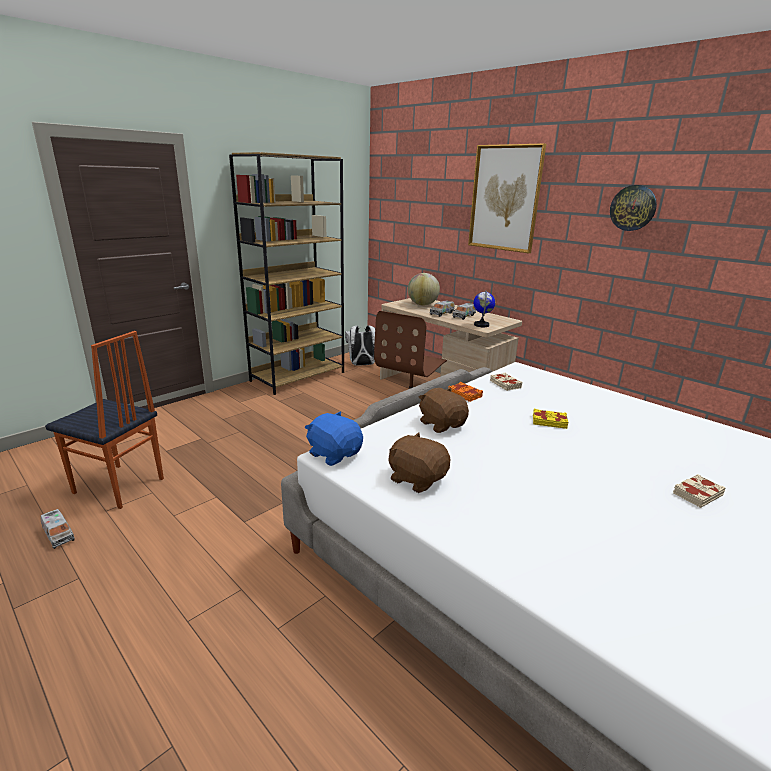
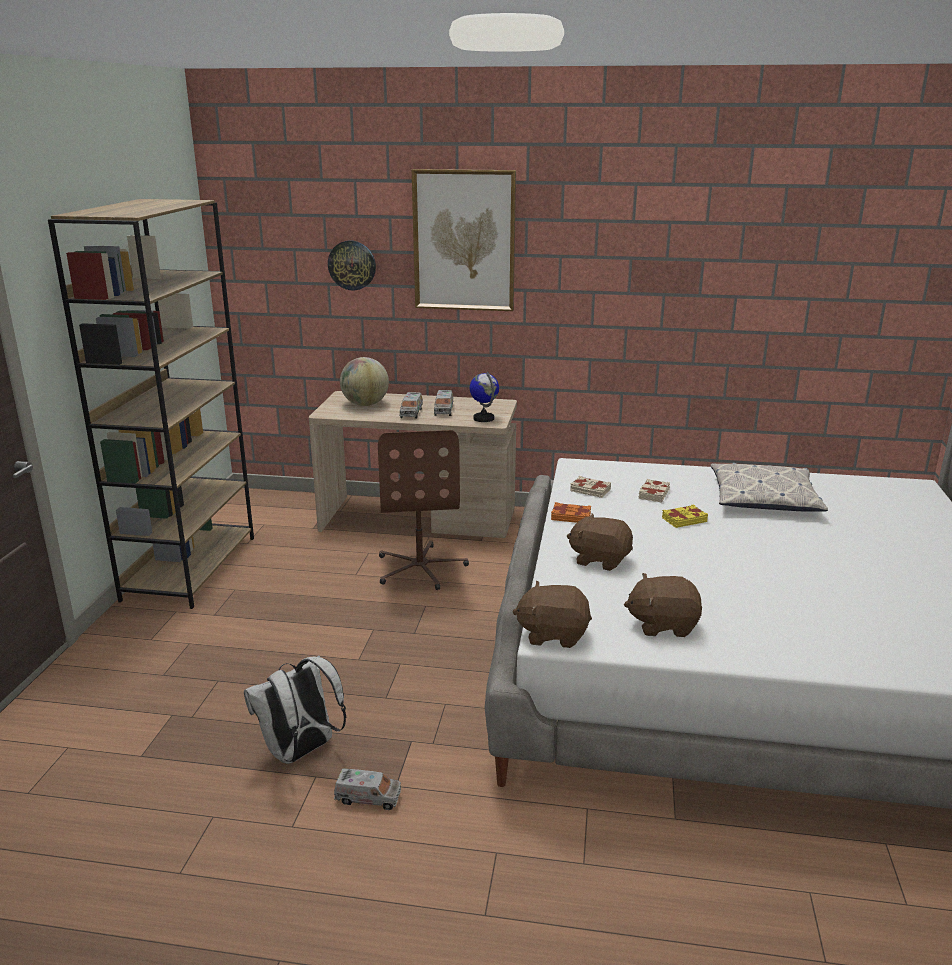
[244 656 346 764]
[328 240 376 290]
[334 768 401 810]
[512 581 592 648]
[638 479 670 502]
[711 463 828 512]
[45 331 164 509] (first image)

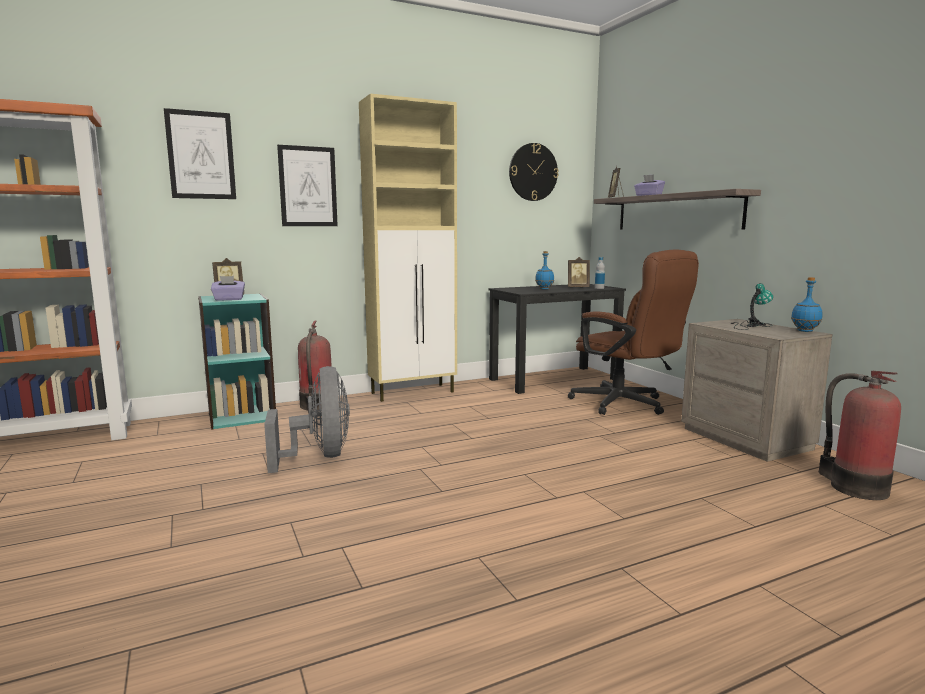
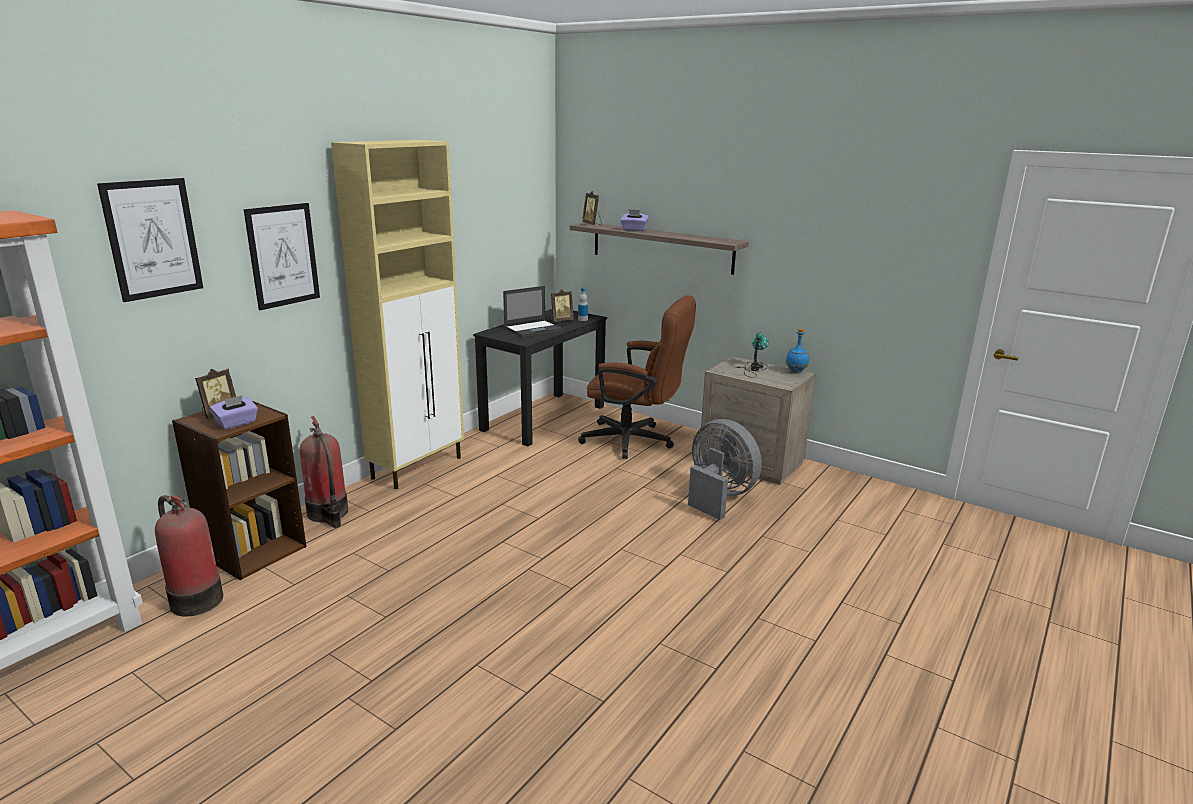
[155 495 223 617]
[172 400 306 580]
[503 286 563 337]
[688 419 762 520]
[509 143 558 201] (first image)

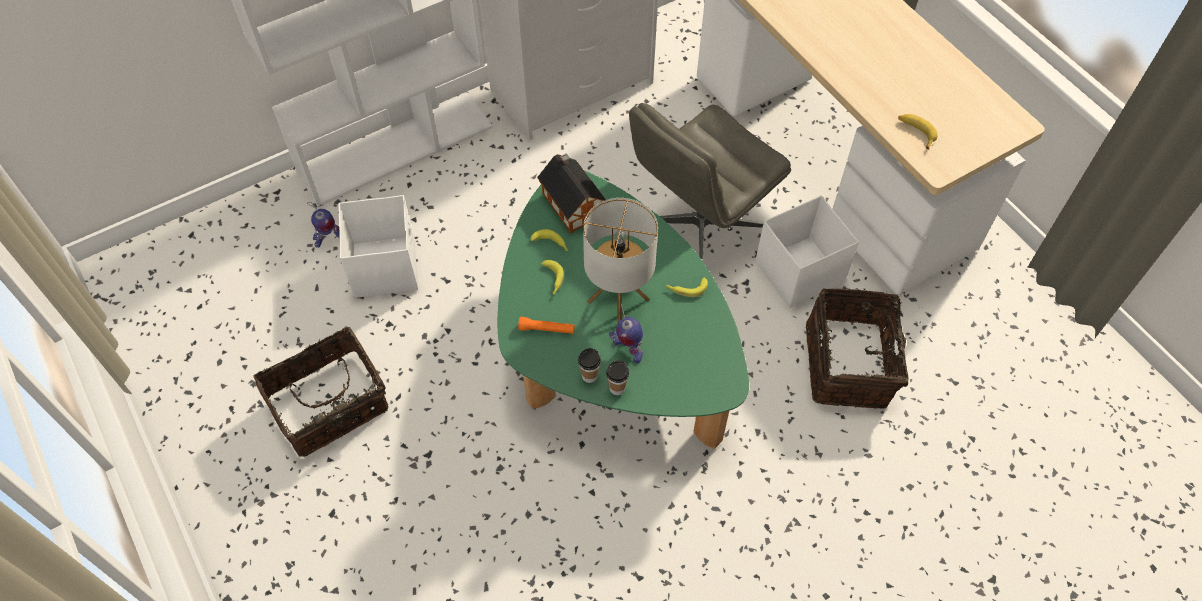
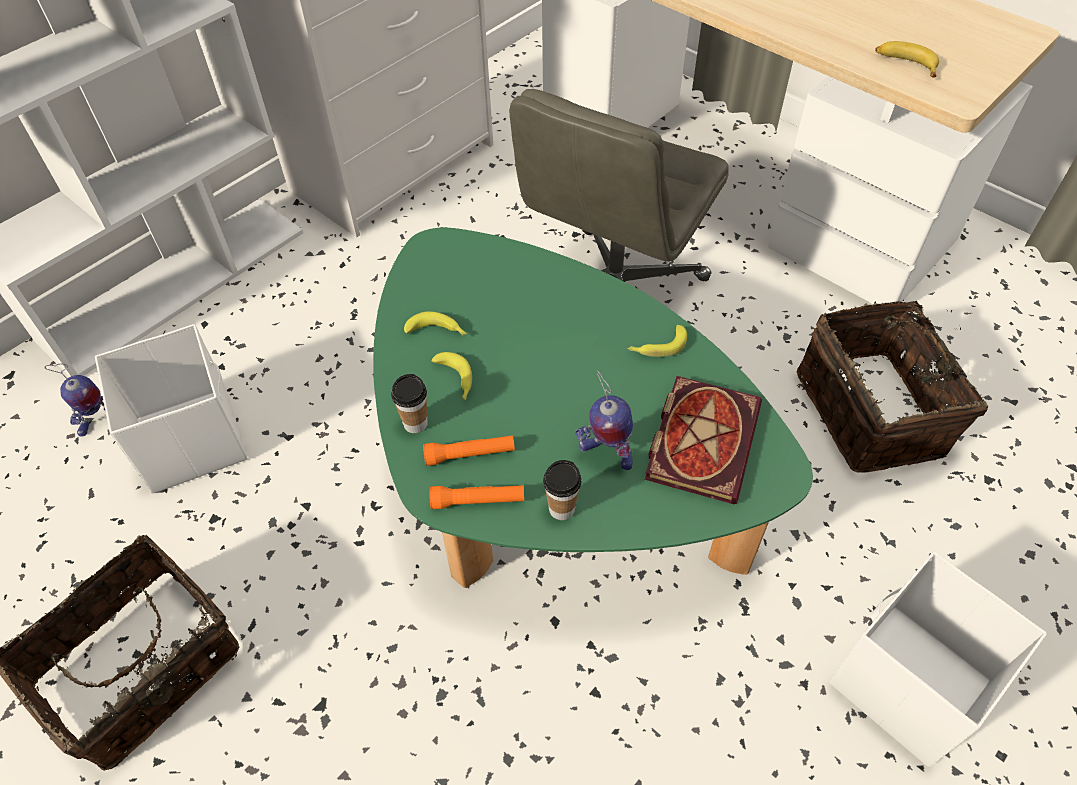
[391 374 428 433]
[430 485 524 509]
[645 376 762 504]
[829 551 1047 767]
[537 153 606 233] (first image)
[583 198 658 322] (first image)

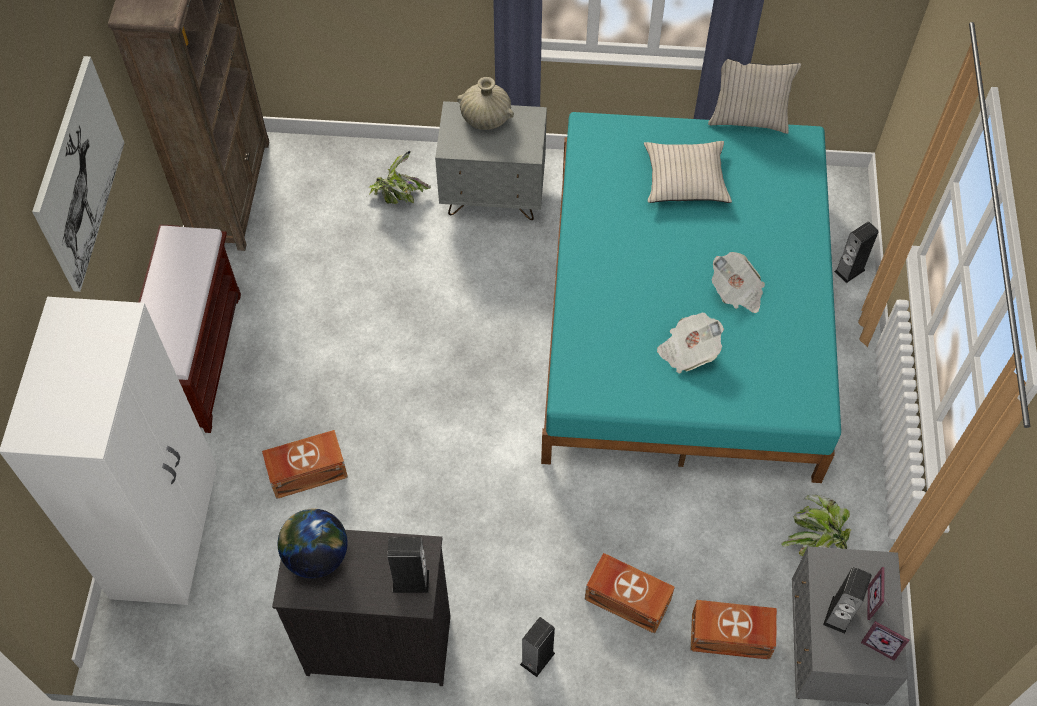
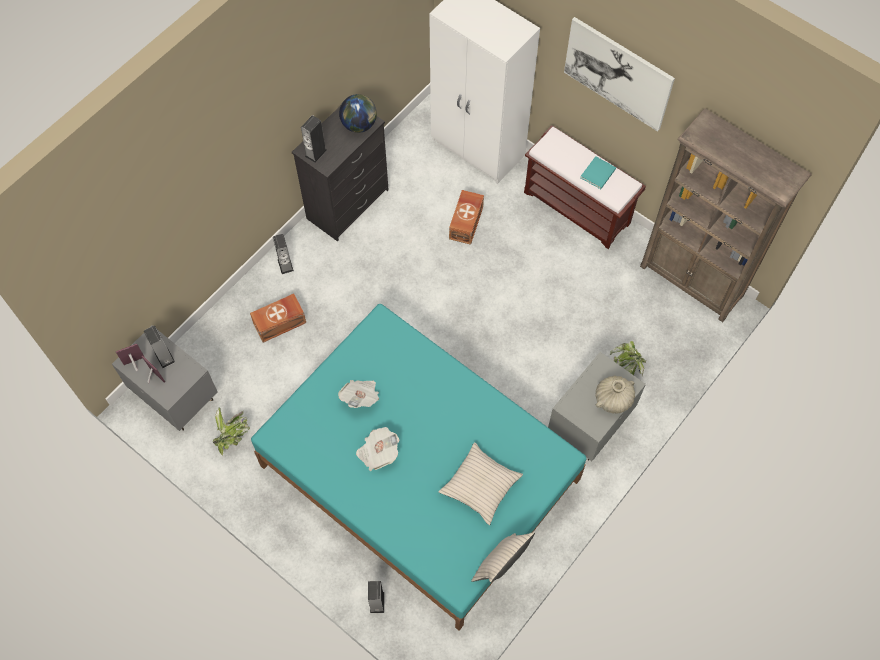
[581 156 616 189]
[690 600 777 660] (first image)

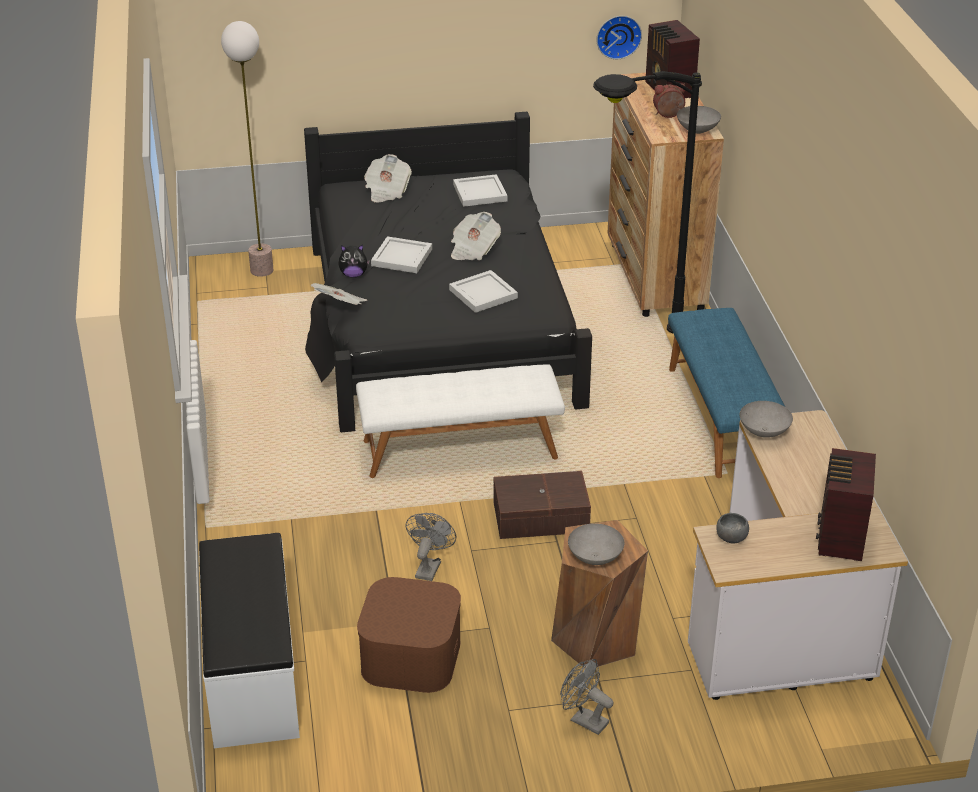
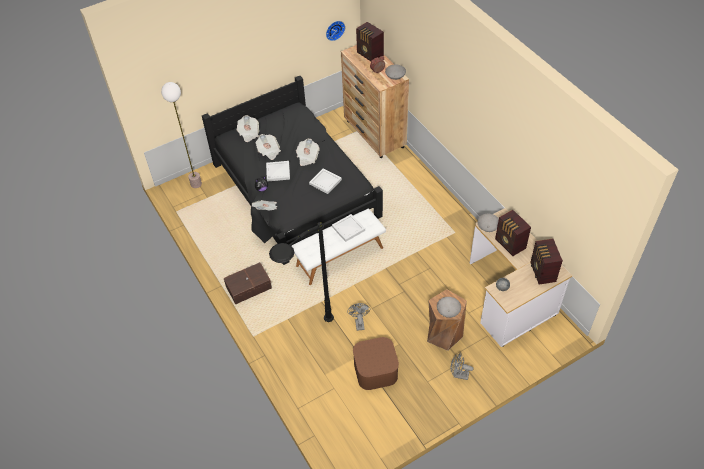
[224 262 272 305]
[256 134 281 160]
[269 222 334 322]
[332 214 365 242]
[495 210 531 256]
[199 533 300 748] (first image)
[668 308 785 478] (first image)

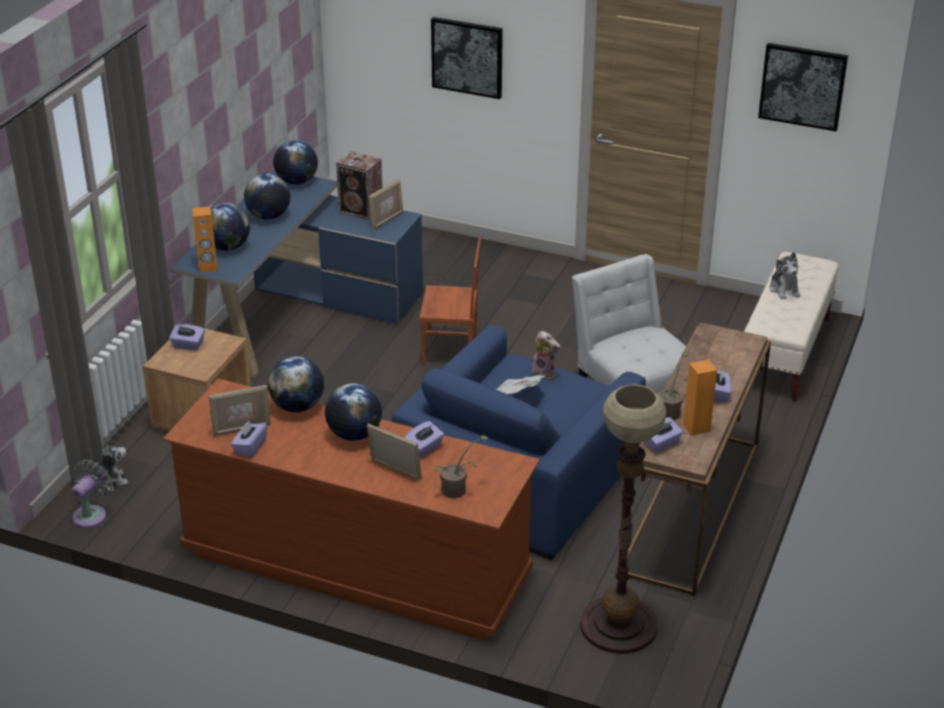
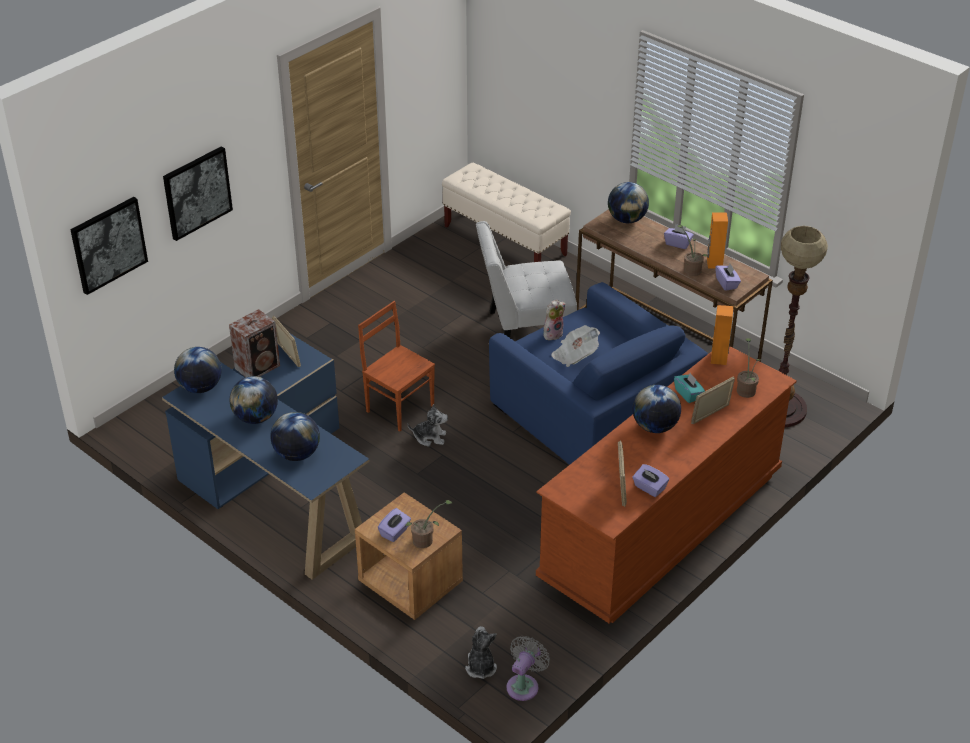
[70 197 148 295]
[358 301 435 431]
[405 500 453 548]
[407 404 448 446]
[506 636 550 701]
[608 182 649 223]
[674 373 705 403]
[711 305 733 365]

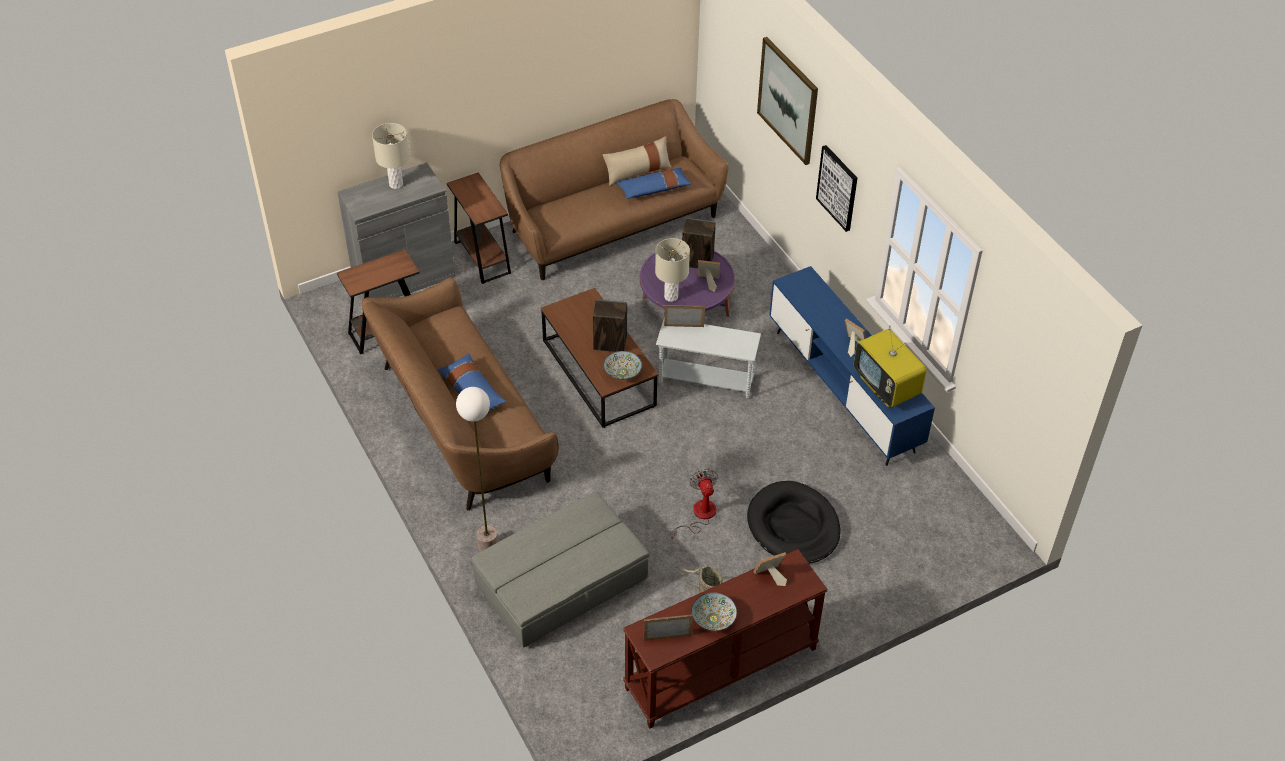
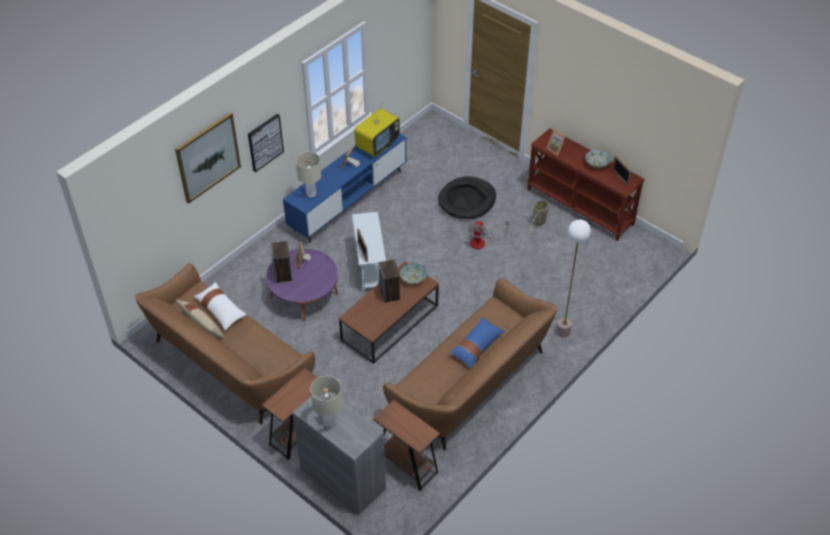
[194 282 247 330]
[296 152 322 197]
[468 221 510 249]
[471 492 649 647] (first image)

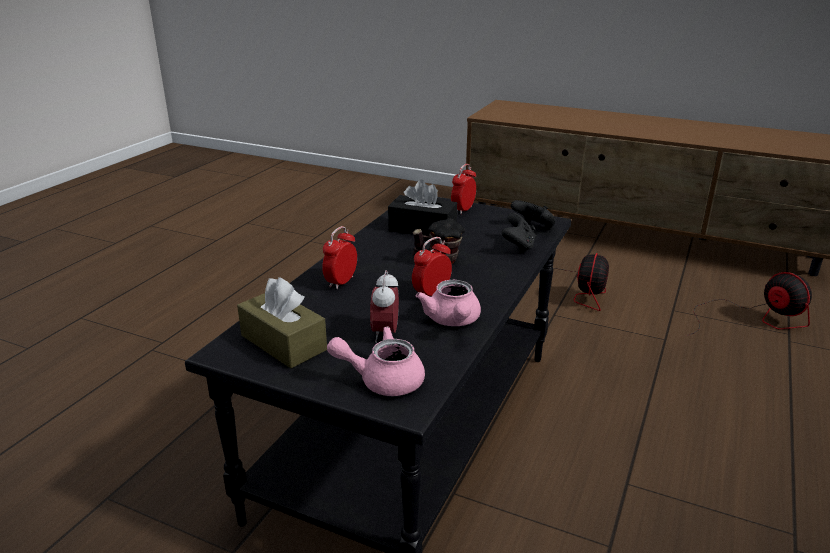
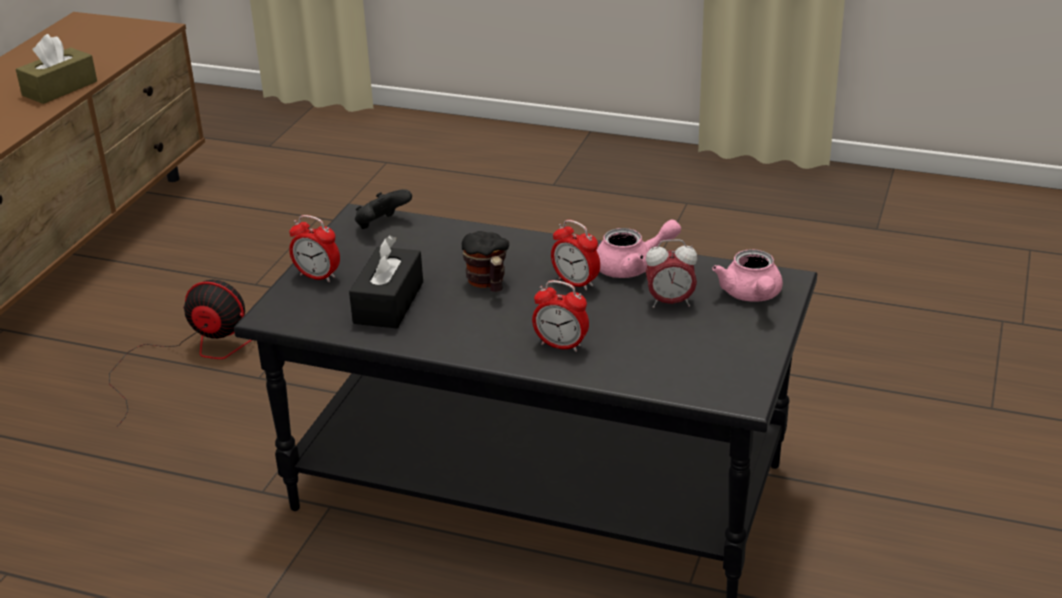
[16 34 97 104]
[502 213 536 253] (first image)
[687 272 812 336] (first image)

